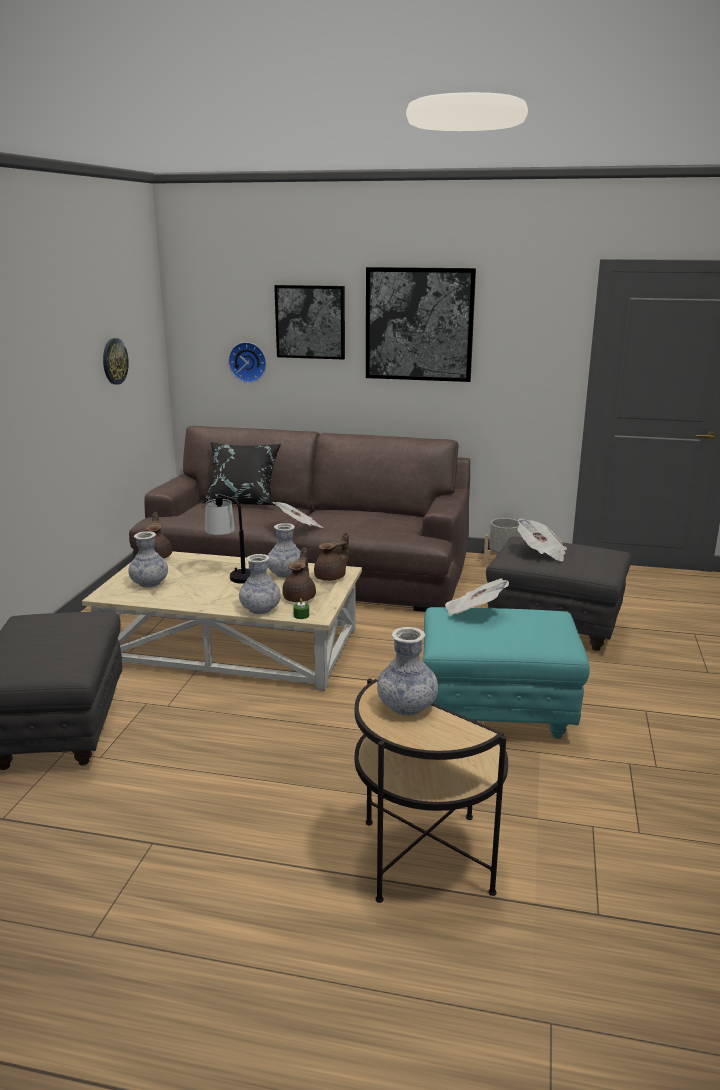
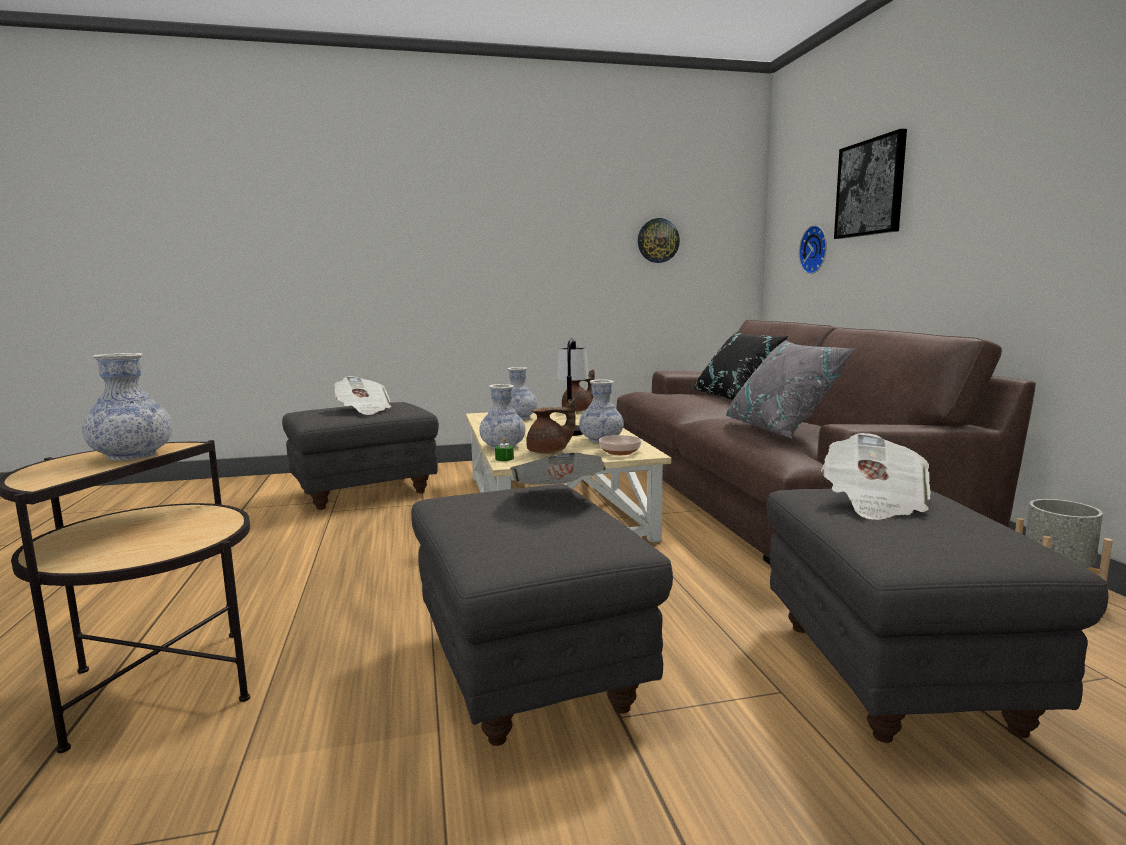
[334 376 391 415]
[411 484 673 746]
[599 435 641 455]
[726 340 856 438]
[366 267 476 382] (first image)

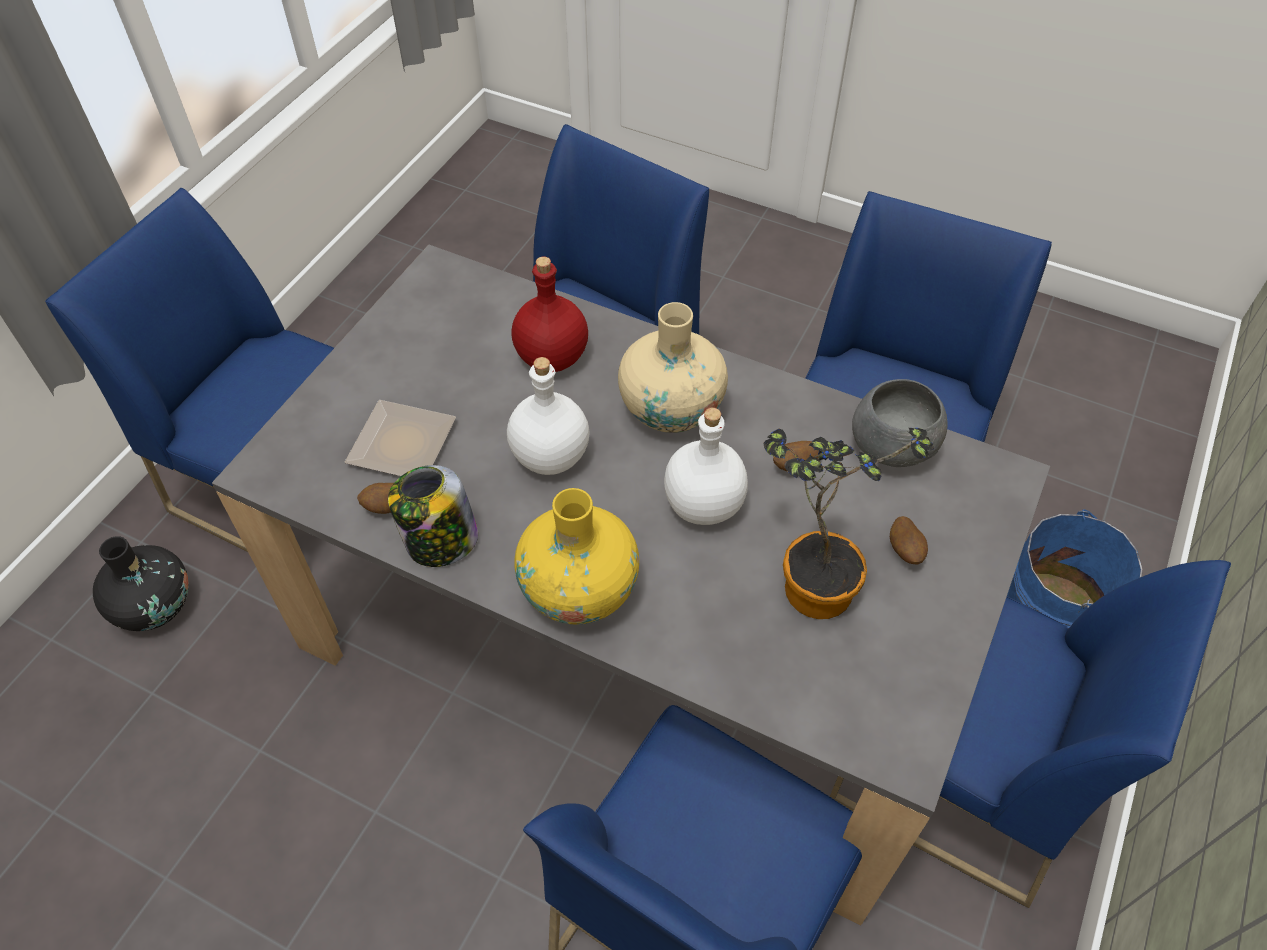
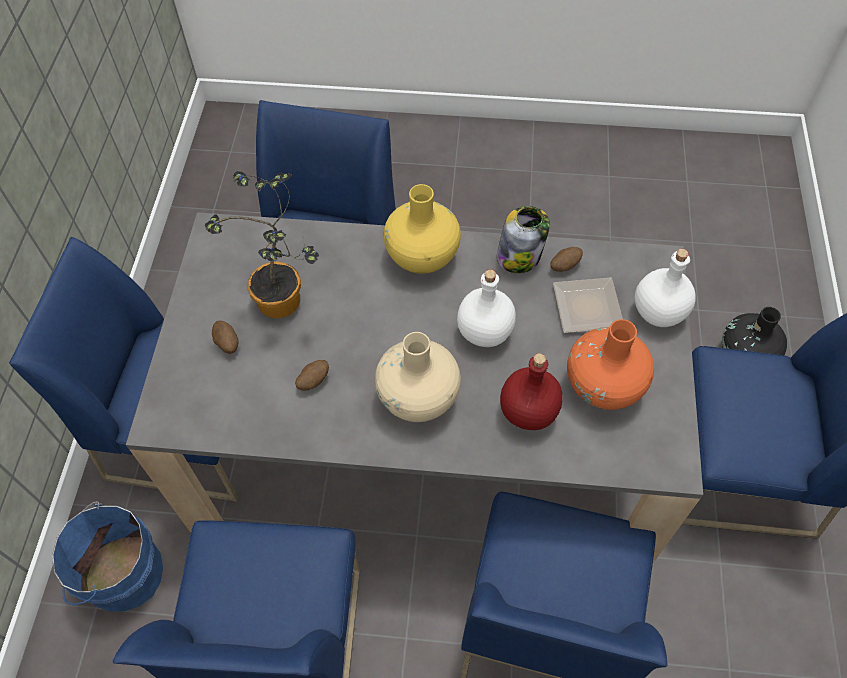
[567 319 654 410]
[635 249 696 327]
[852 379 948 467] (first image)

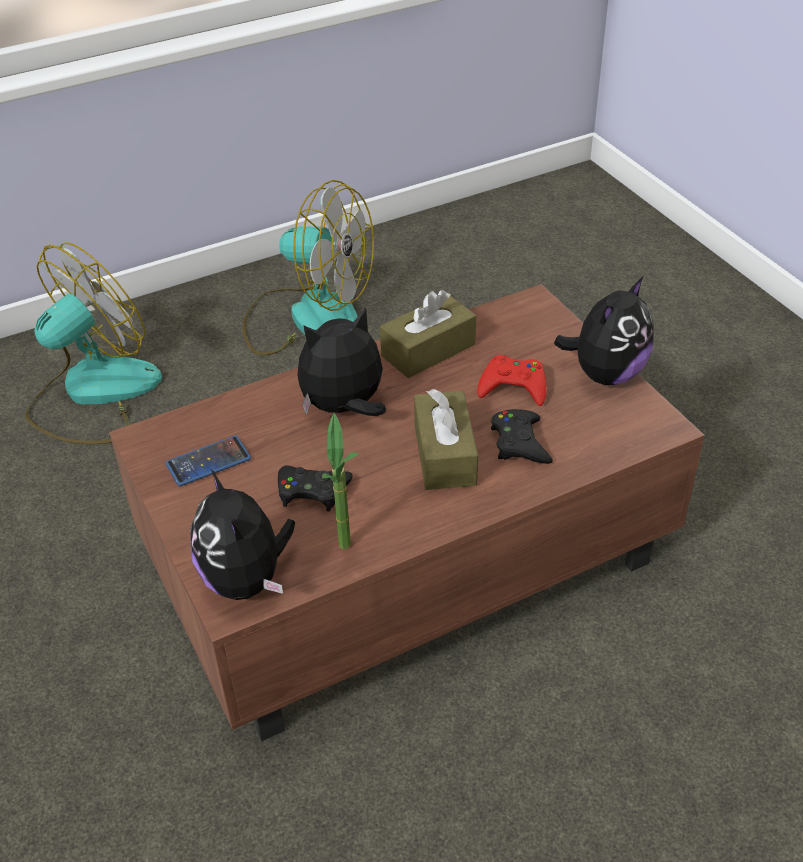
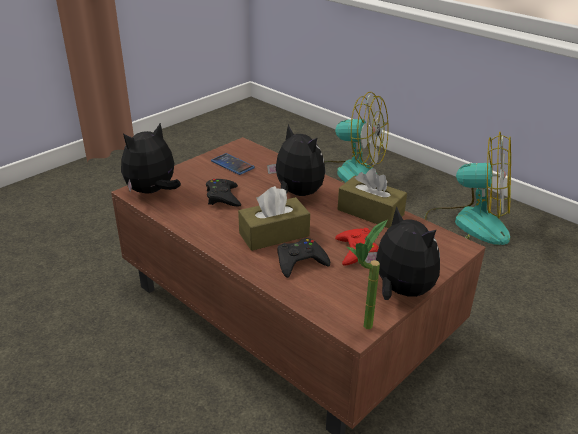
[347 220 388 329]
[365 206 440 300]
[425 132 511 245]

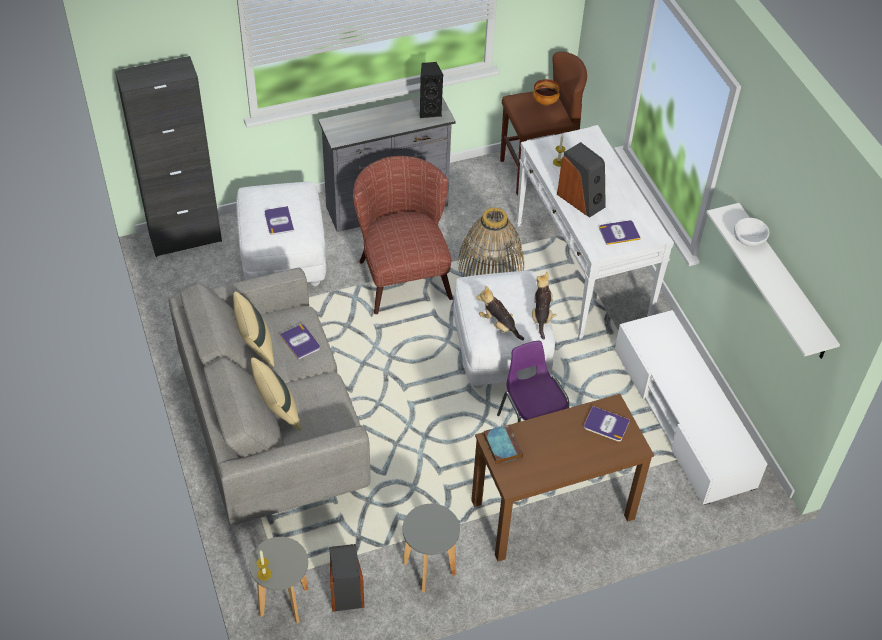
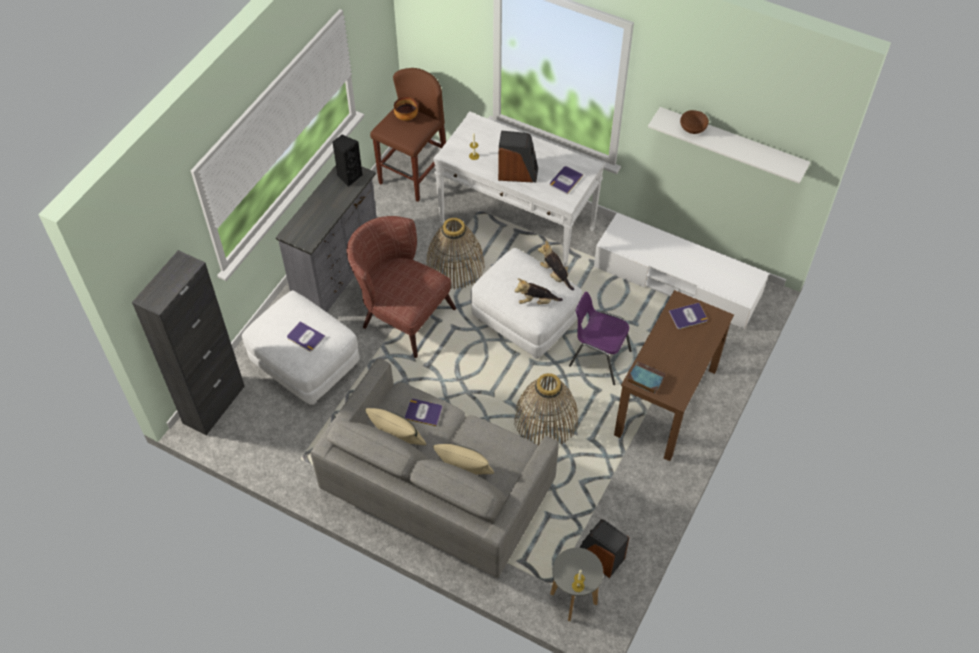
[514 373 578 445]
[680 110 709 134]
[403 504 460 592] (first image)

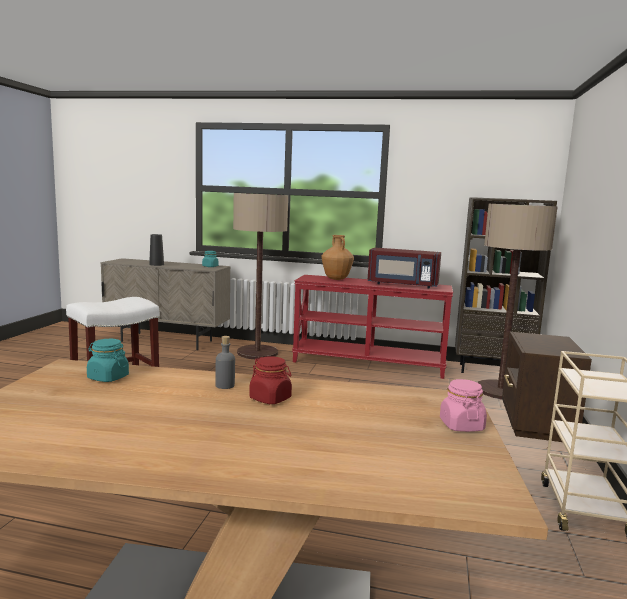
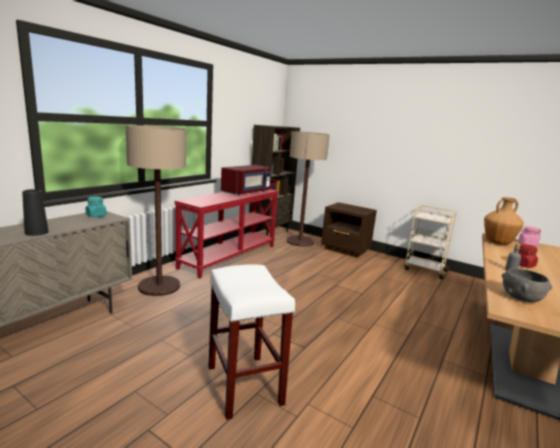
[484 197 524 245]
[502 268 552 302]

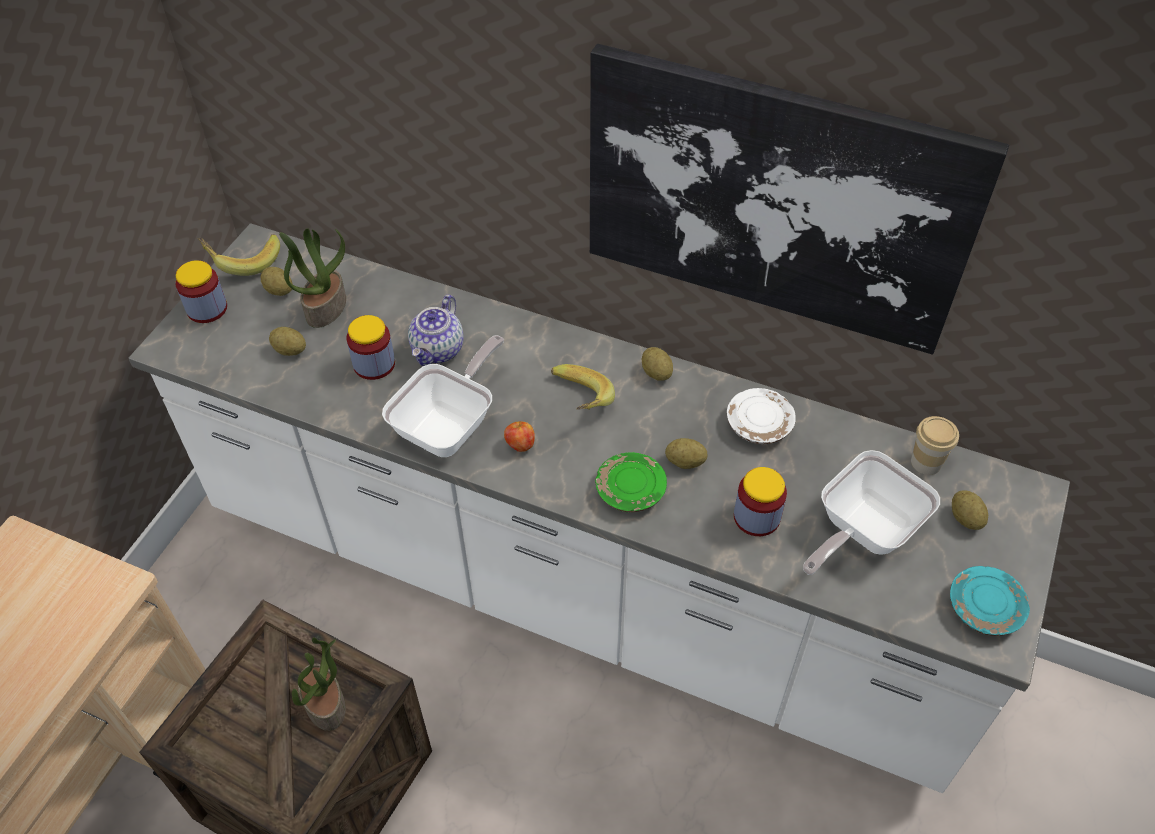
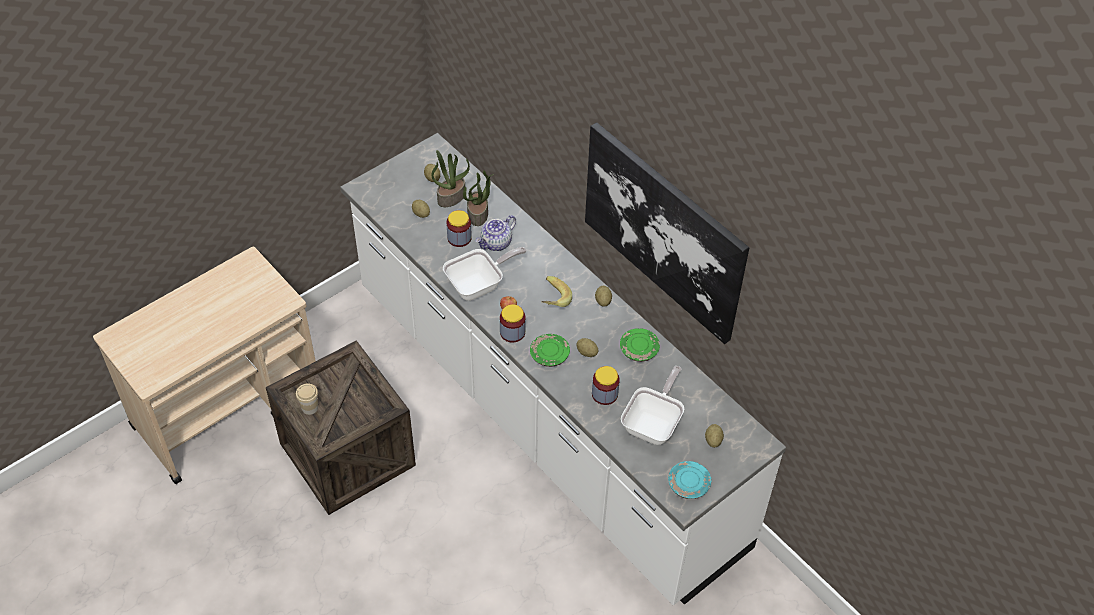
[296 384 318 415]
[463 170 494 226]
[500 304 526 342]
[620 328 660 362]
[621 366 684 445]
[198 234 280 276] (first image)

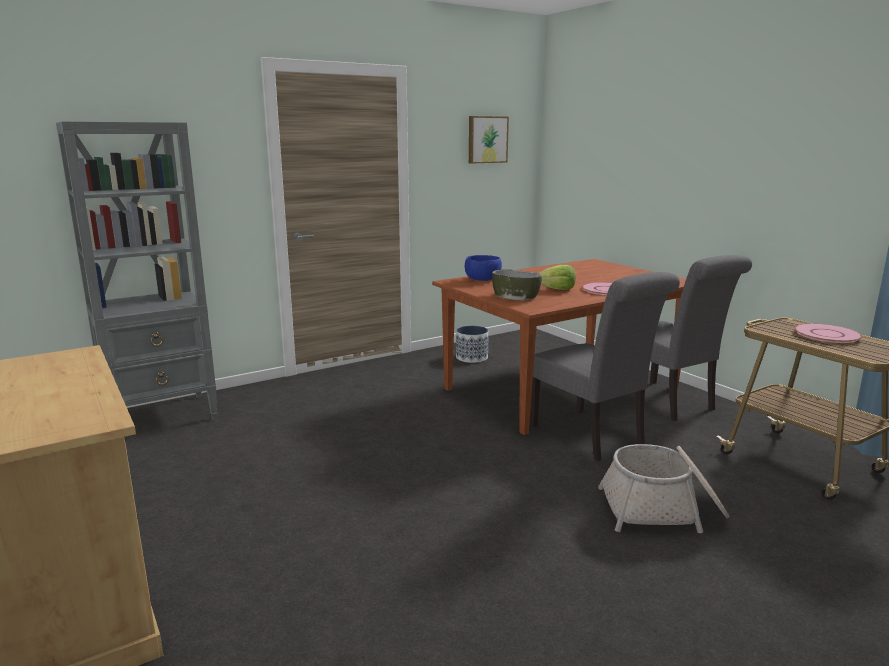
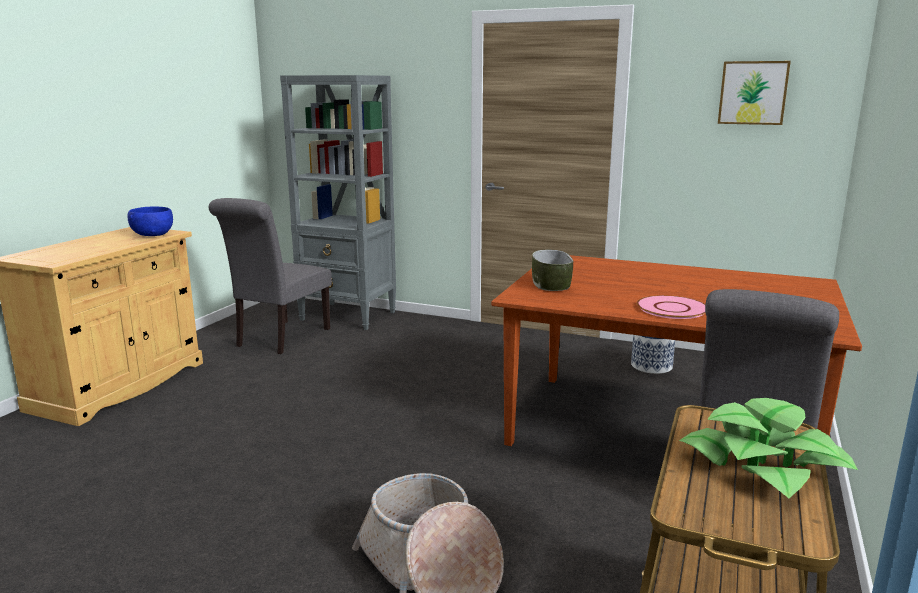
[127 206 173 236]
[209 198 332 354]
[679 398 858 498]
[539 265 576 290] (first image)

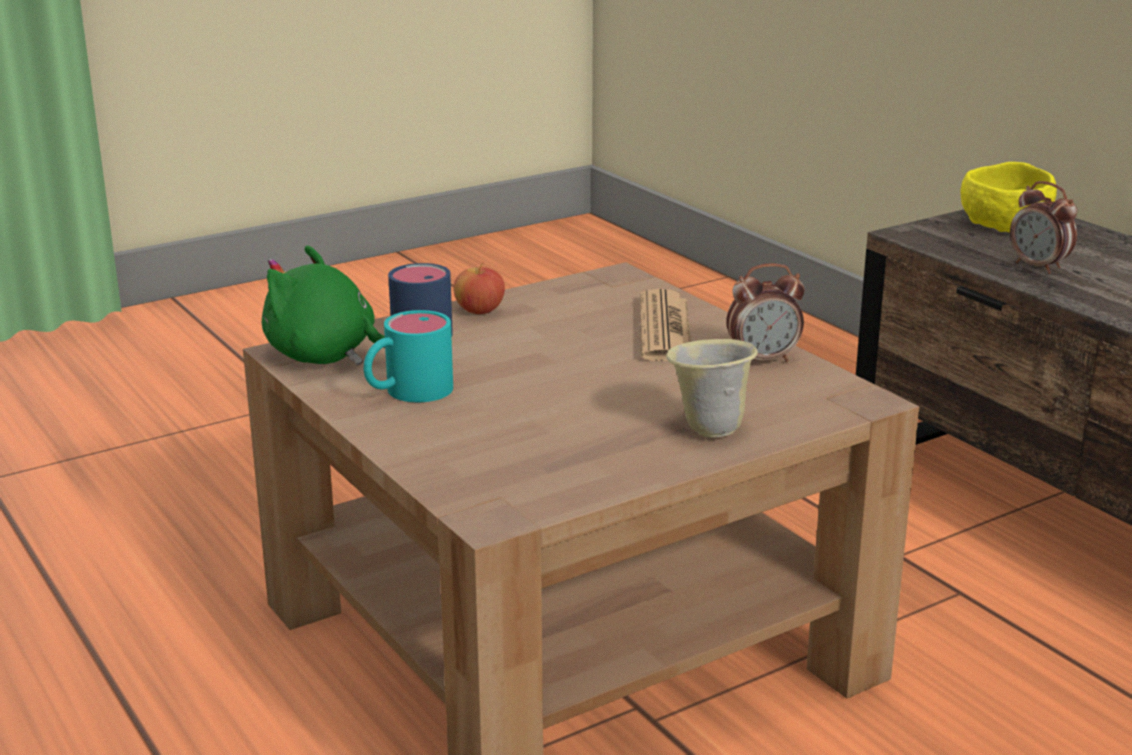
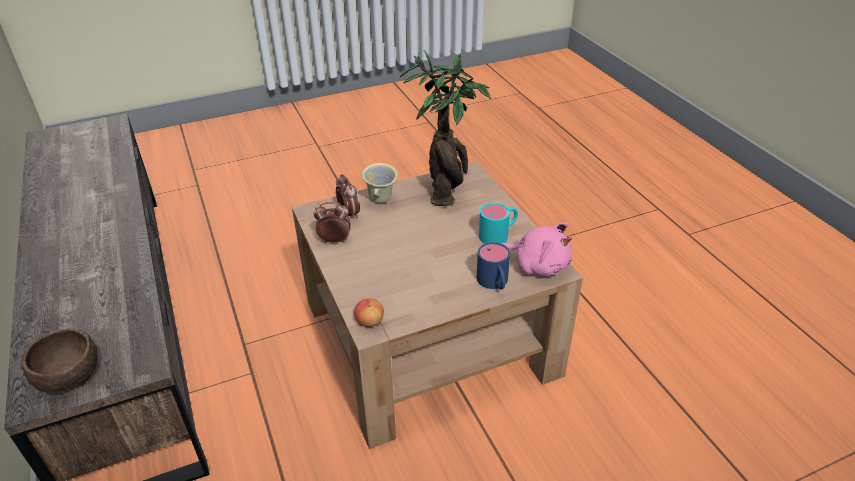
[22 328 98 395]
[336 174 360 218]
[354 298 384 327]
[400 50 491 206]
[501 223 572 276]
[640 289 691 361] (first image)

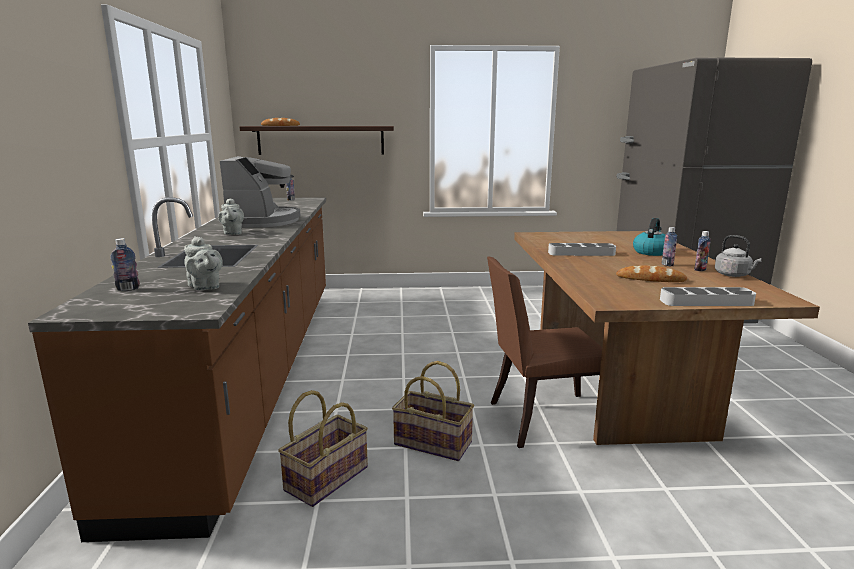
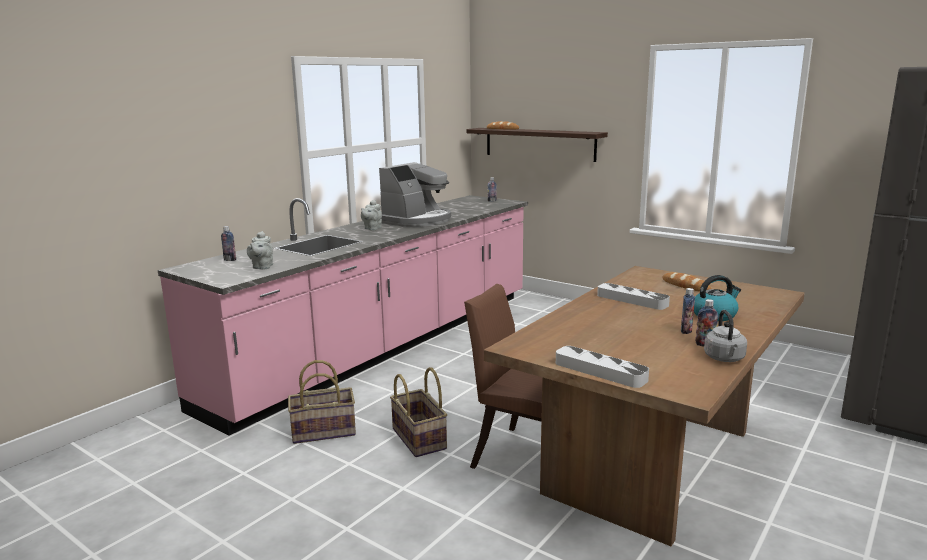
[157 195 528 435]
[662 272 711 292]

